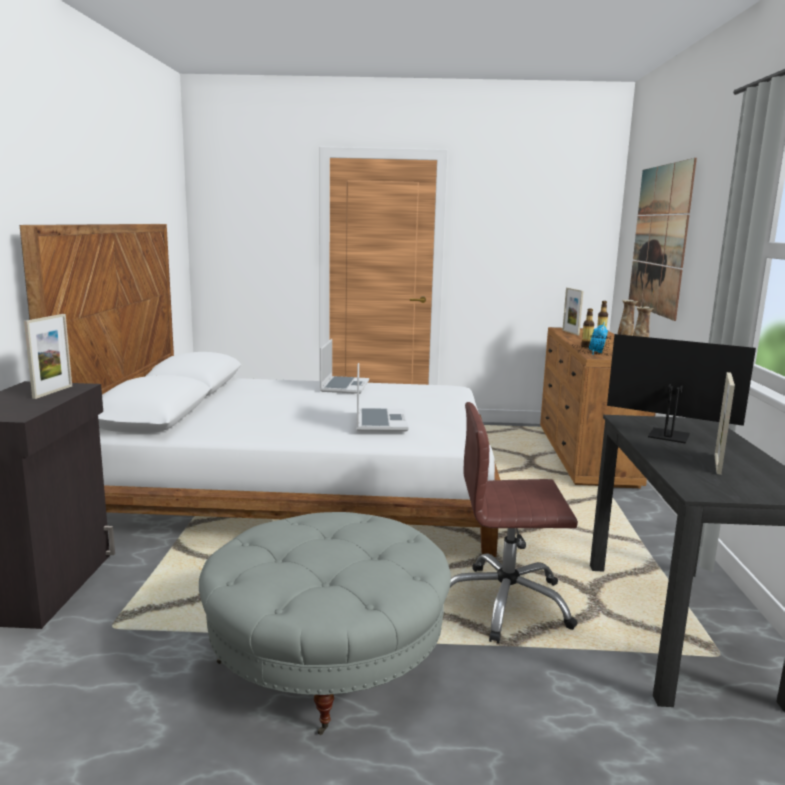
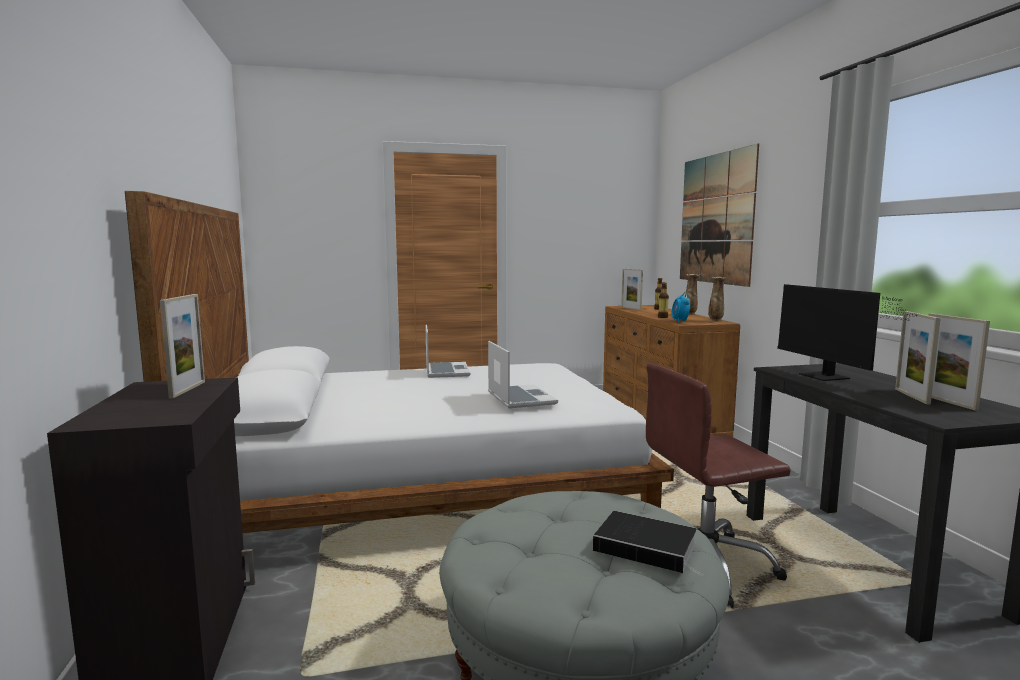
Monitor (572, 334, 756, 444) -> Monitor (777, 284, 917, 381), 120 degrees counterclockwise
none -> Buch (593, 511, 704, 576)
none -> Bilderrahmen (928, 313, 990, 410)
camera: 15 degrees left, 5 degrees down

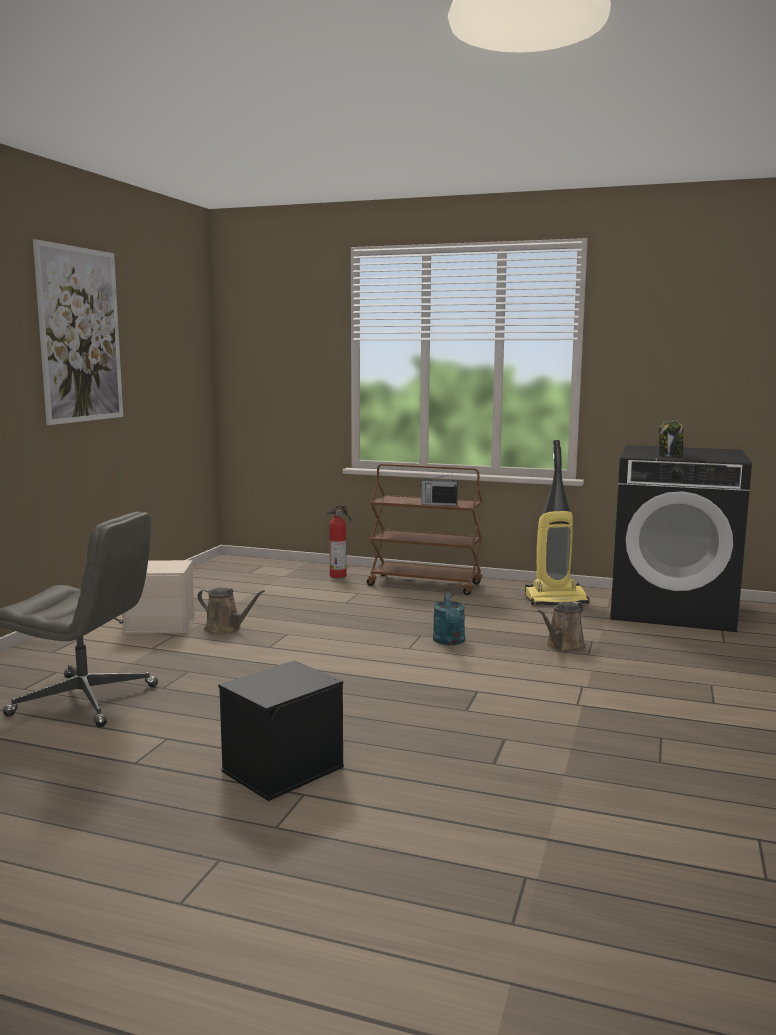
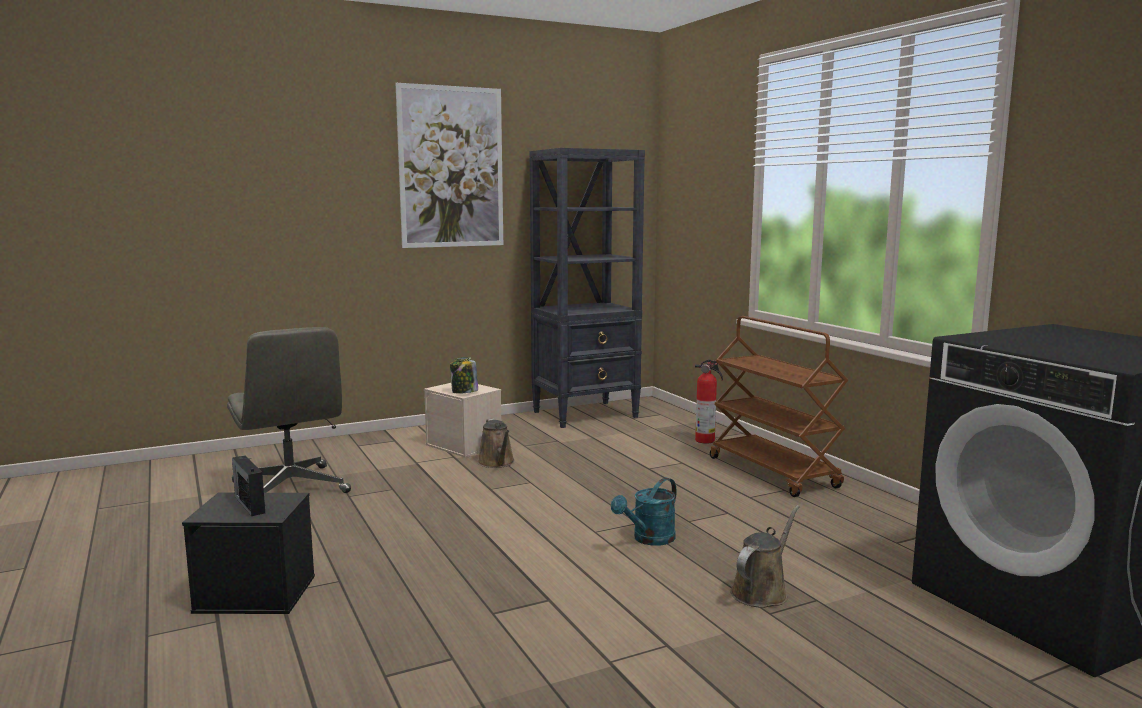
Radio (420, 474, 458, 506) -> Radio (232, 455, 265, 516), move
Staubsauger (525, 440, 590, 605) -> none
Gießkanne (braun) (538, 601, 586, 652) -> Gießkanne (braun) (730, 505, 800, 608), 135 degrees clockwise
Vorratsglas (658, 420, 684, 457) -> Vorratsglas (450, 357, 478, 393), move
none -> Bücherregal (schwarz) (529, 148, 645, 428)
camera: 45 degrees right, 0 degrees up

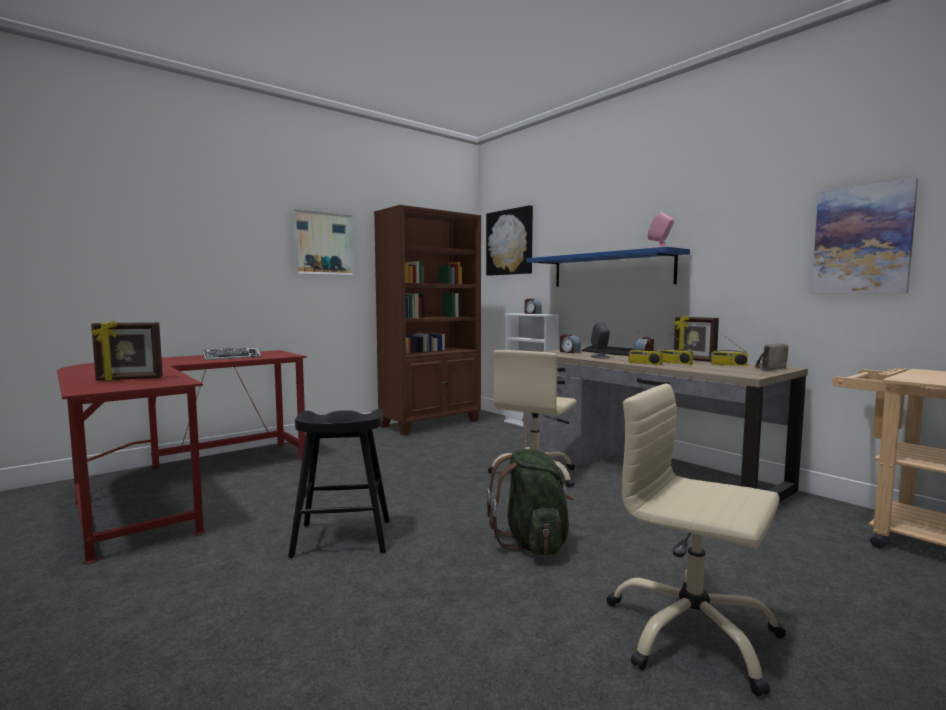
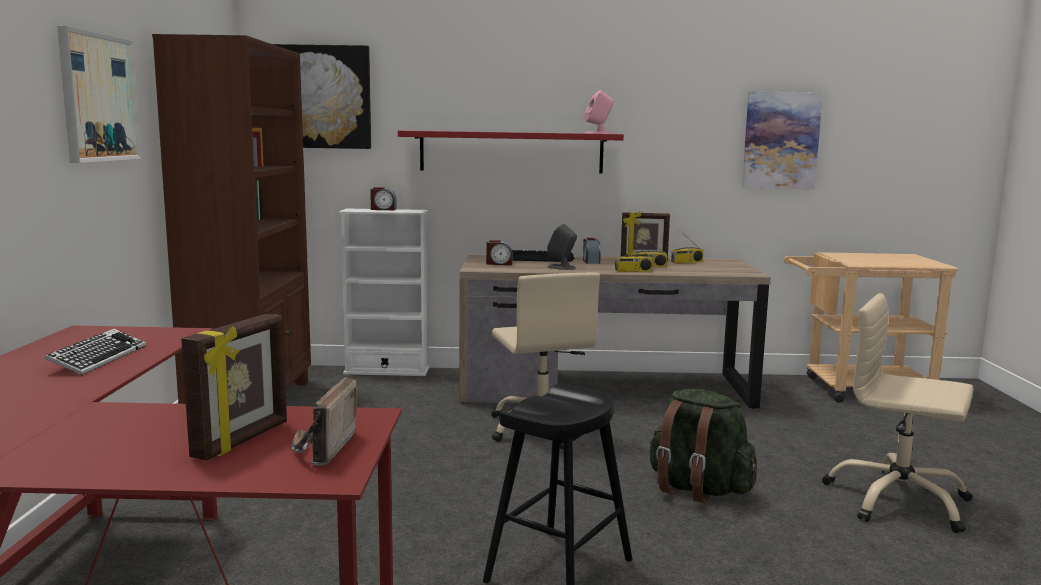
Wandregal (blau) (526, 247, 690, 287) -> Wandregal (rot) (398, 131, 624, 173)
Bürostuhl (beige) (607, 384, 786, 696) -> Bürostuhl (beige) (822, 293, 974, 533), 45 degrees clockwise
Radio (755, 343, 789, 371) -> Radio (292, 377, 357, 466), move
camera: 50 degrees left, 5 degrees up

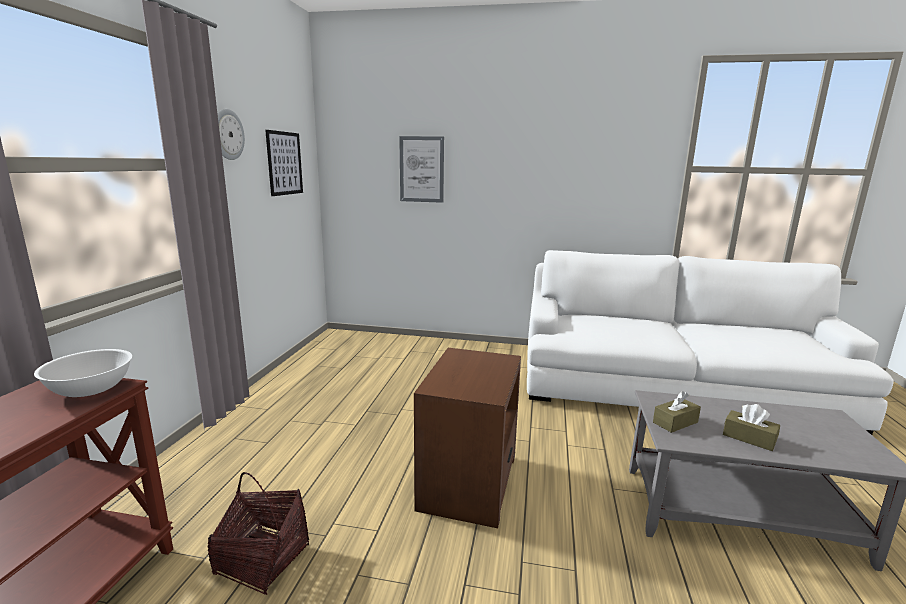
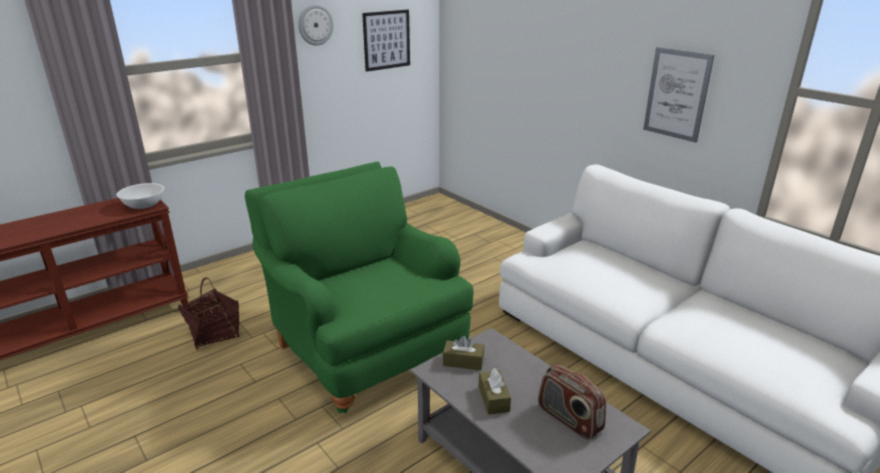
Bild (399, 136, 444, 203) -> Bild (643, 47, 714, 143), move
Beistelltisch (braun) (414, 348, 521, 528) -> Sessel (grün) (245, 161, 473, 413)
none -> Radio (538, 365, 606, 440)
camera: 40 degrees right, 10 degrees up

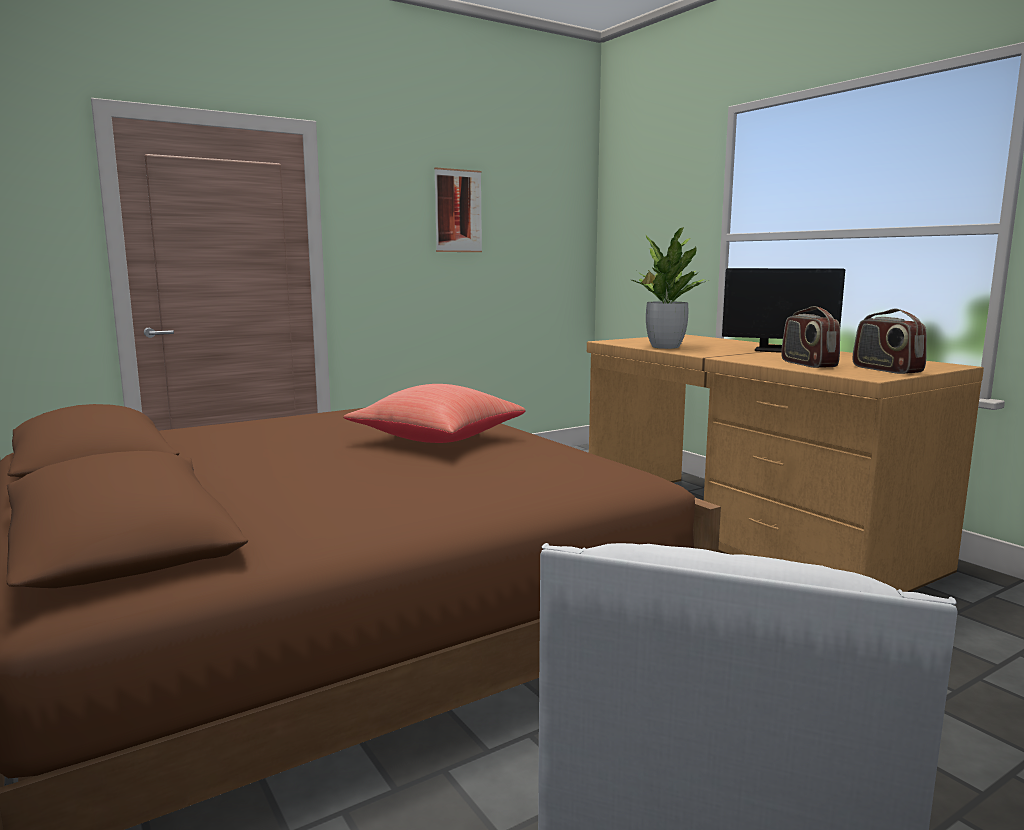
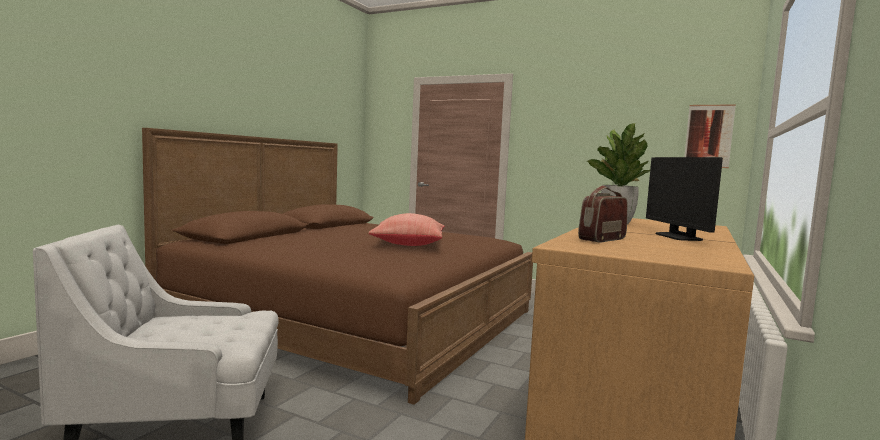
Bild (434, 167, 482, 252) -> Bild (684, 104, 736, 168), move
Radio (853, 308, 927, 374) -> none
camera: 60 degrees right, 5 degrees down

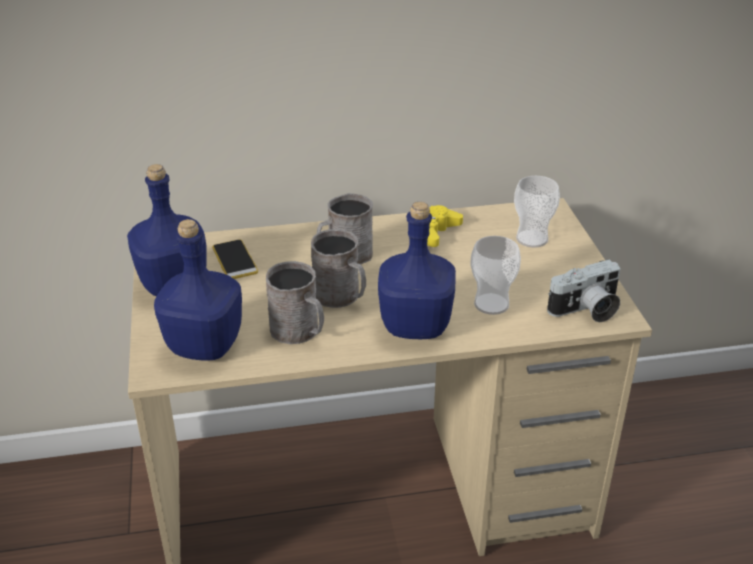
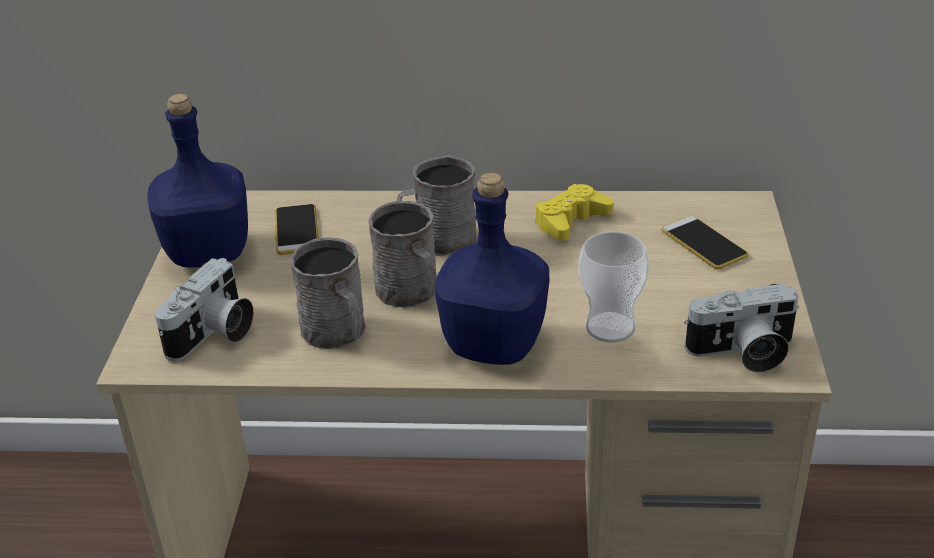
Flasche (blau) (154, 219, 242, 361) -> Kamera (155, 258, 254, 361)
Tasse (514, 176, 560, 248) -> Handy (661, 216, 748, 269)
camera: 15 degrees right, 0 degrees up

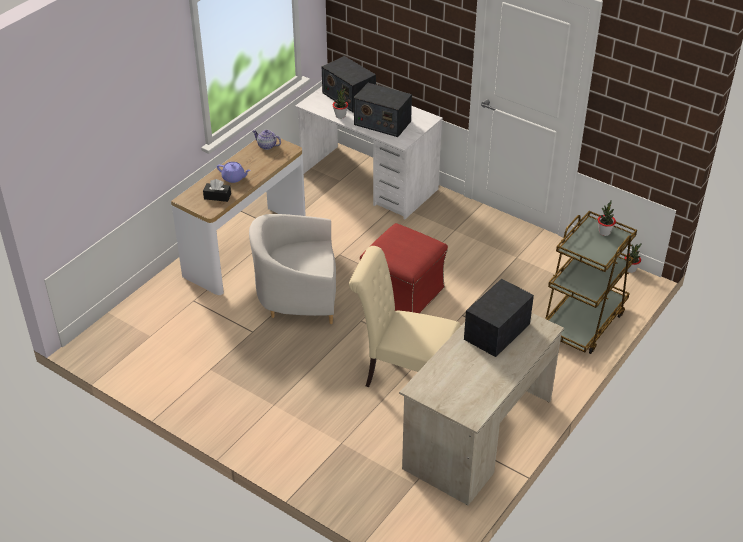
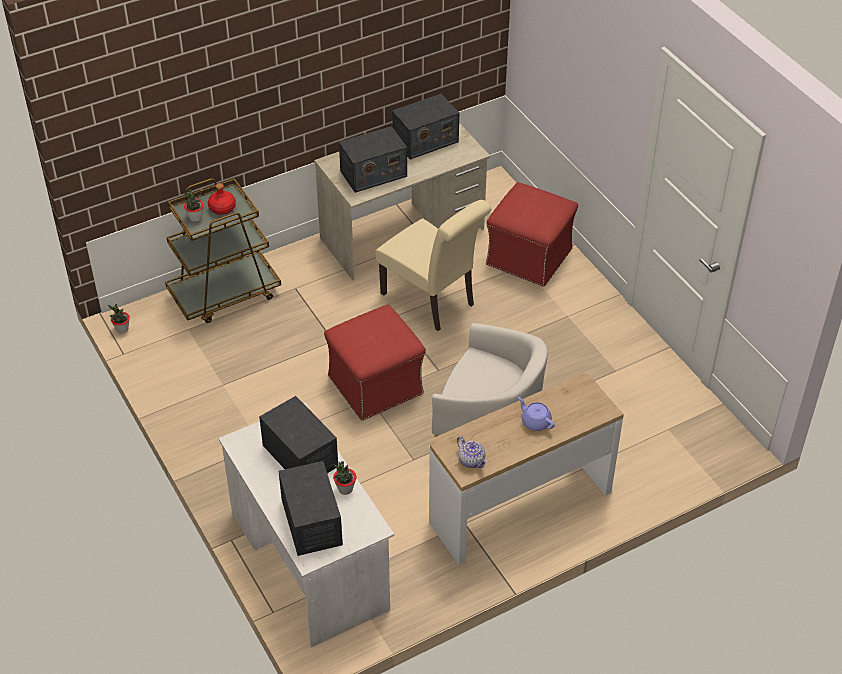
Taschentuchbox (schwarz) (203, 179, 231, 202) -> none
none -> Flasche (rot) (208, 183, 236, 215)
none -> Radio (392, 94, 459, 160)
none -> Polsterhocker (rot) (486, 182, 578, 287)
camera: 155 degrees left, 5 degrees up

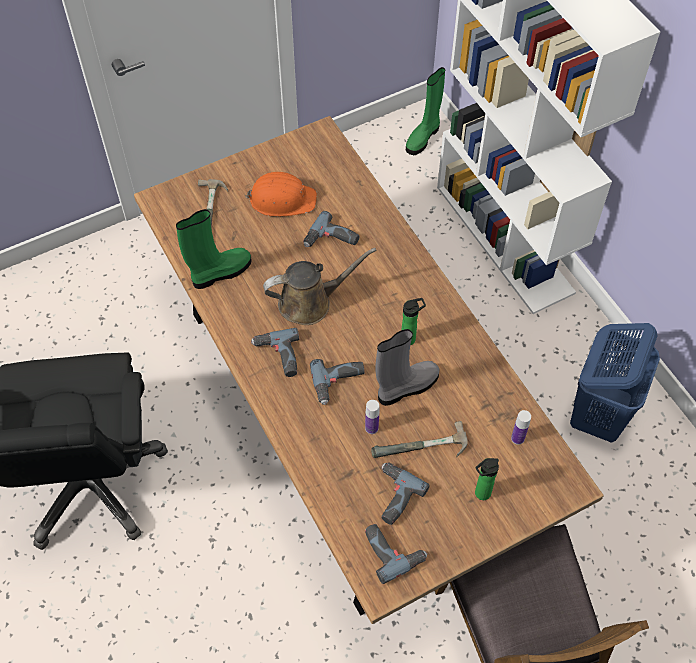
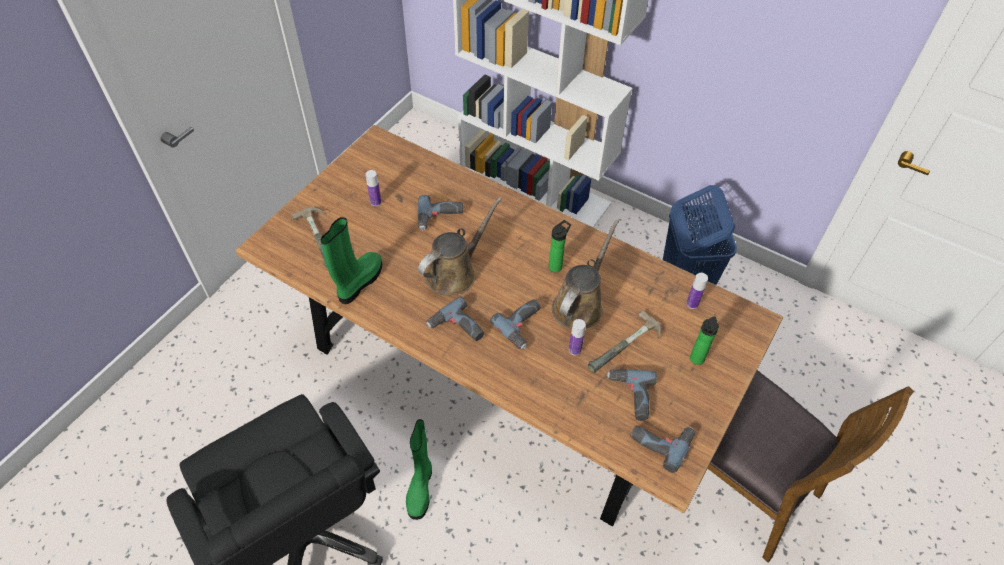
Schutzhelm (orange) (245, 172, 317, 217) -> Flasche (366, 170, 382, 206)
Stiefel (grau) (376, 329, 439, 406) -> Gießkanne (braun) (552, 220, 619, 330)
Stiefel (grün) (406, 67, 445, 155) -> Stiefel (grün) (406, 419, 432, 520), move
camera: 30 degrees left, 5 degrees down

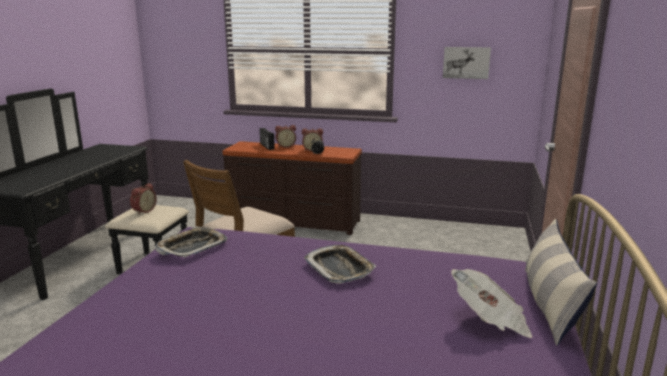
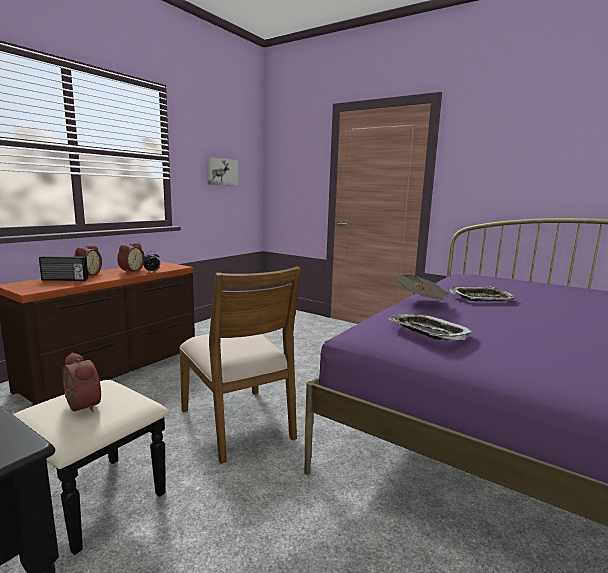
Zeitung (451, 269, 533, 338) -> Zeitung (393, 275, 449, 300), move
Kissen (525, 219, 597, 346) -> none
camera: 70 degrees left, 5 degrees down

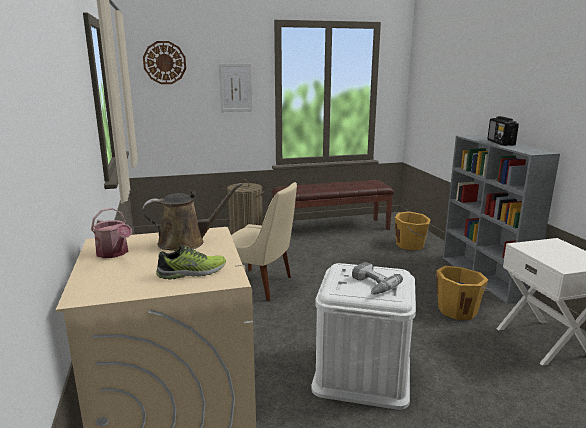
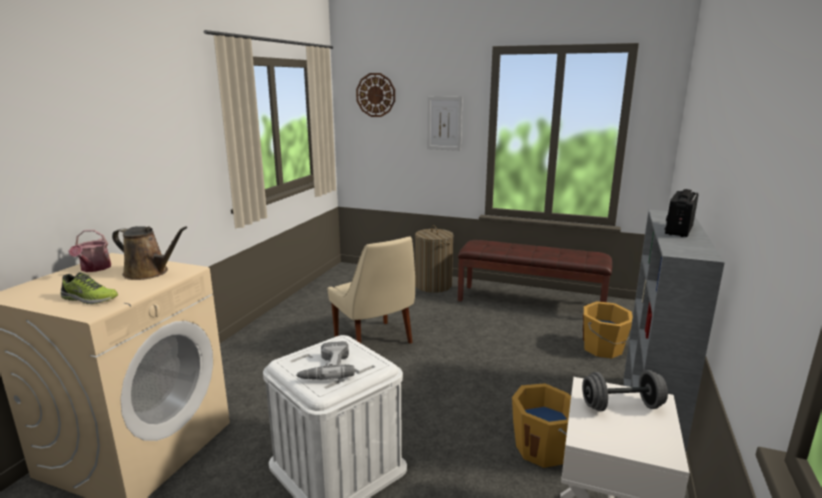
none -> Hantel (grau) (582, 370, 668, 411)
camera: 35 degrees right, 0 degrees up

